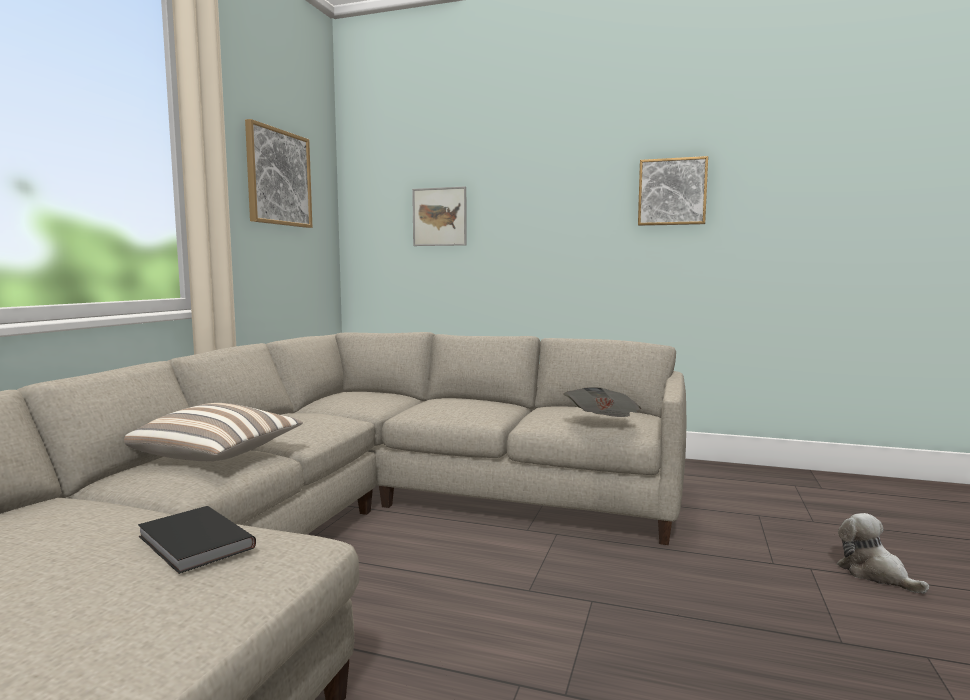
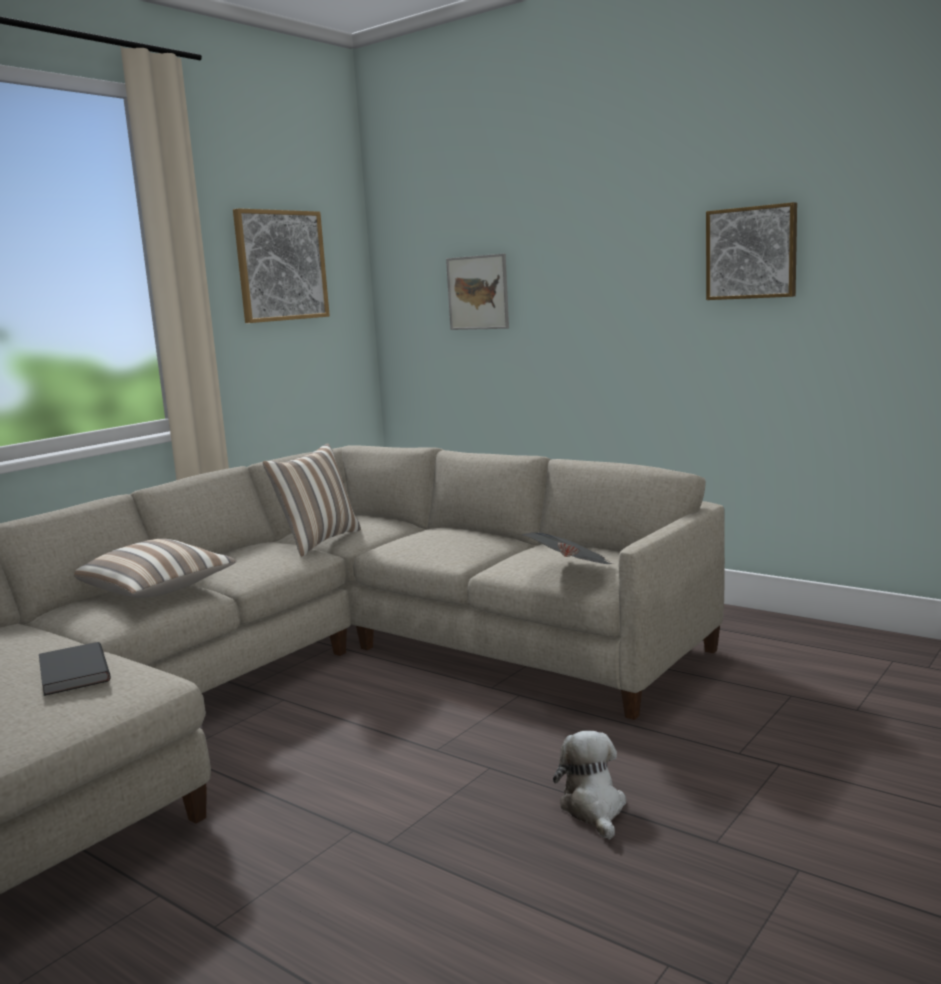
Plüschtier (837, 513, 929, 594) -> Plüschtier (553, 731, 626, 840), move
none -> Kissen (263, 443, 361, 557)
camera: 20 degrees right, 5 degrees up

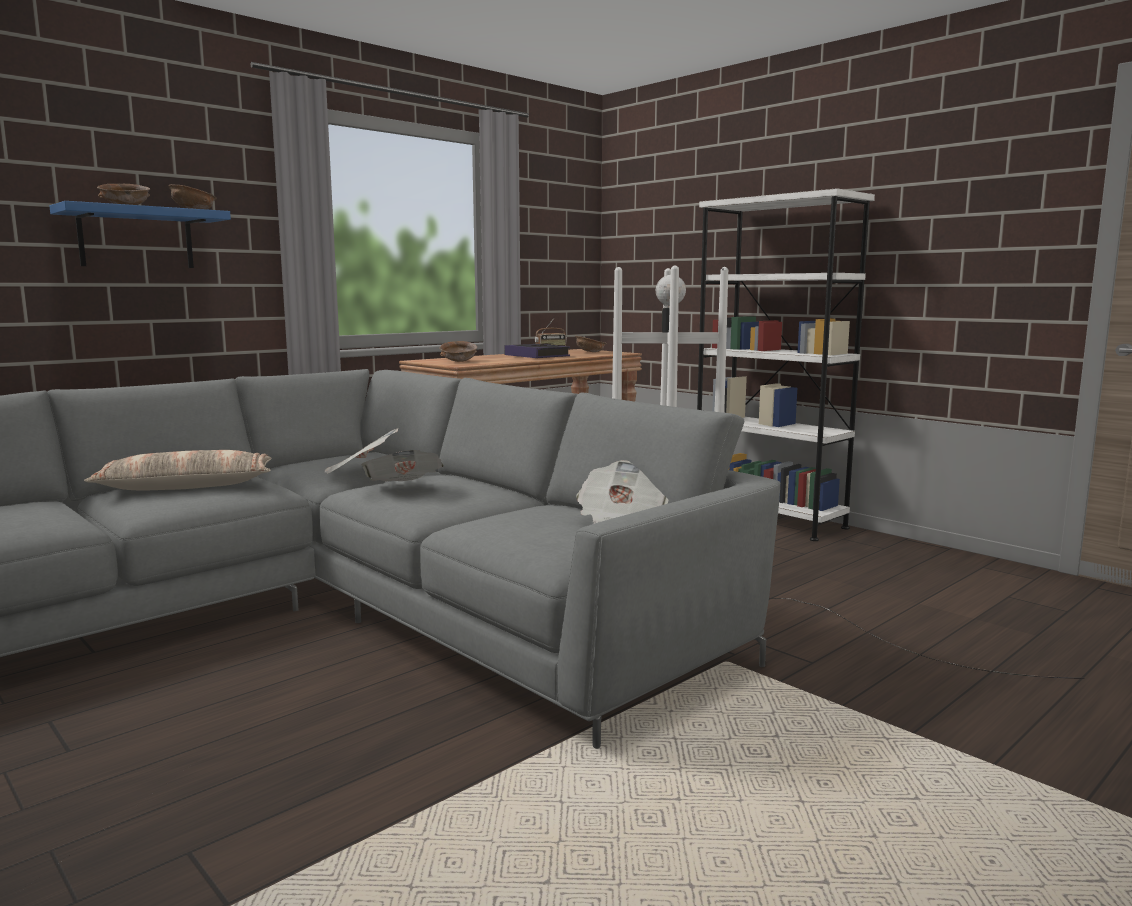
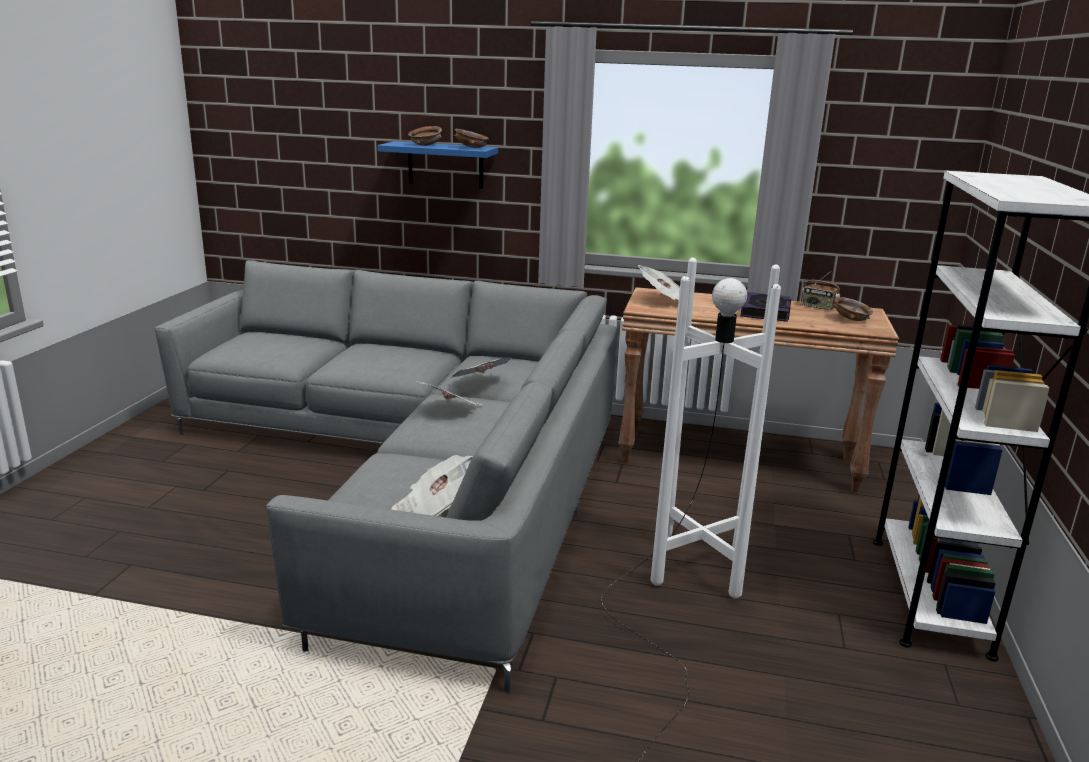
Kissen (84, 450, 271, 491) -> none
Schüssel (braun) (440, 341, 477, 362) -> Zeitung (638, 265, 694, 307)
camera: 55 degrees right, 10 degrees up

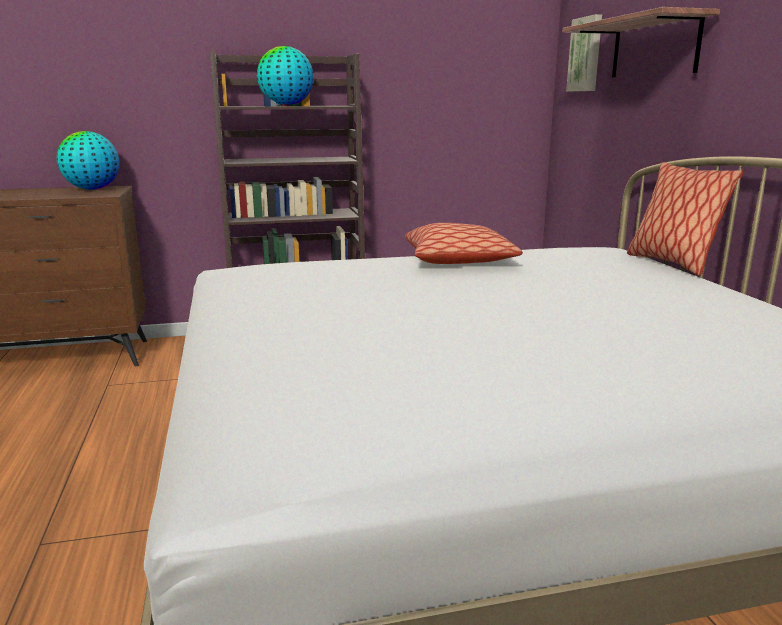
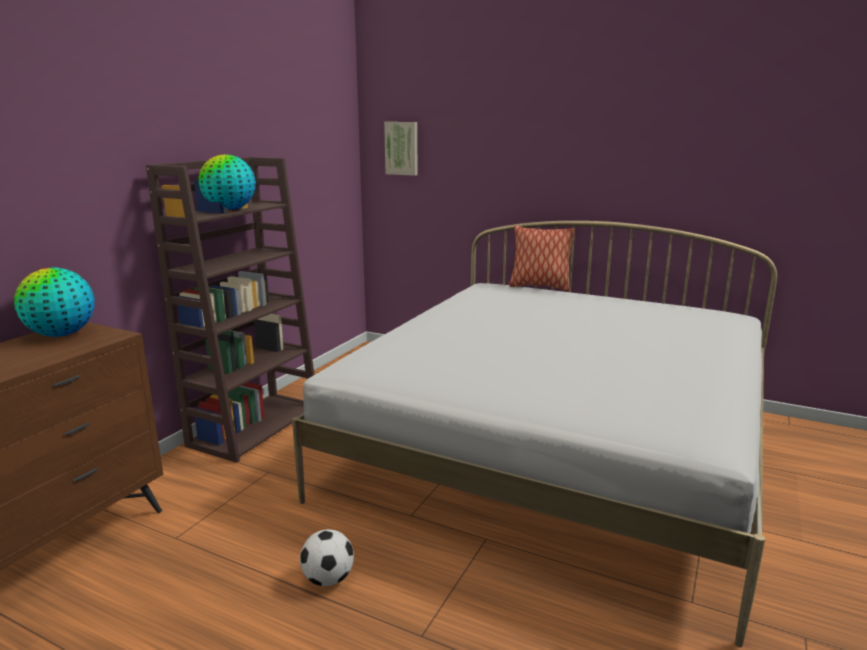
Kissen (405, 223, 523, 264) -> none
Wandregal (562, 7, 720, 77) -> none
none -> Fußball (300, 529, 354, 586)
camera: 50 degrees left, 0 degrees up

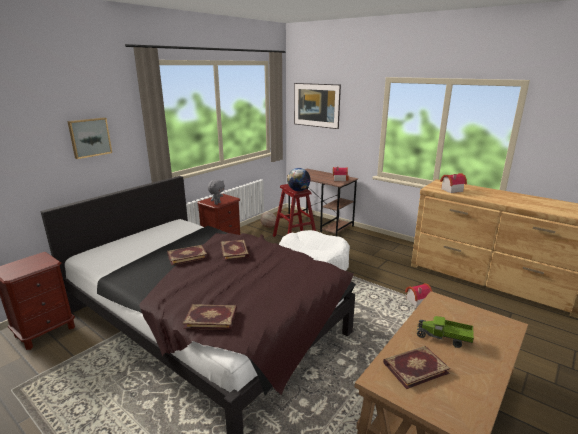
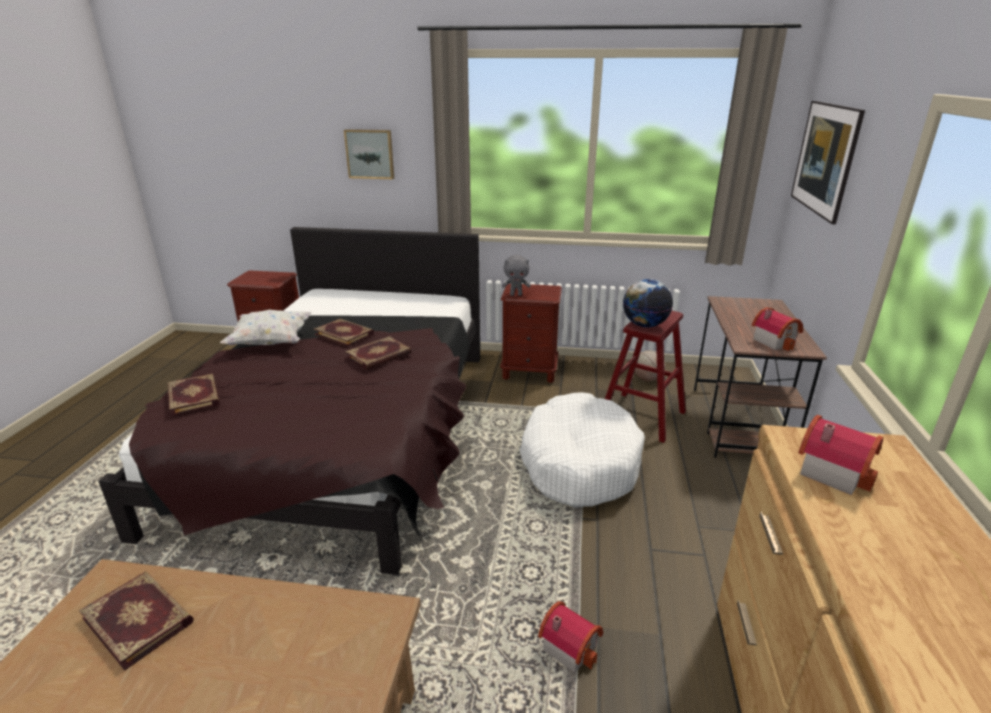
Spielzeuglaster (416, 316, 474, 348) -> none
none -> Kissen (weiß) (220, 310, 312, 345)
camera: 60 degrees right, 5 degrees up

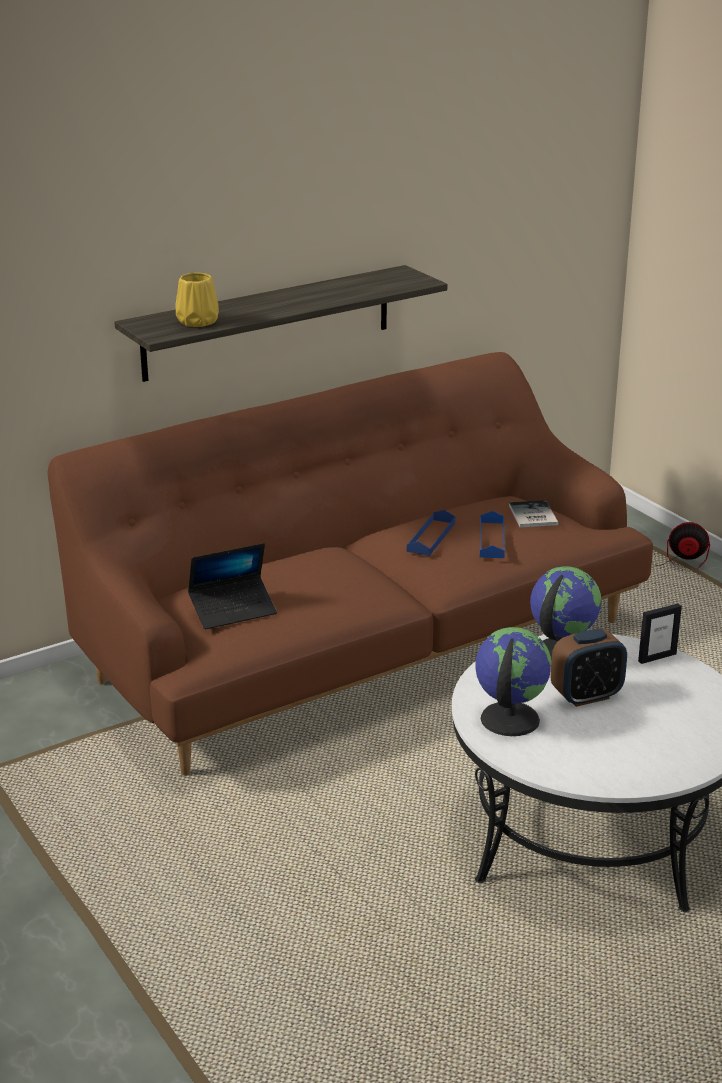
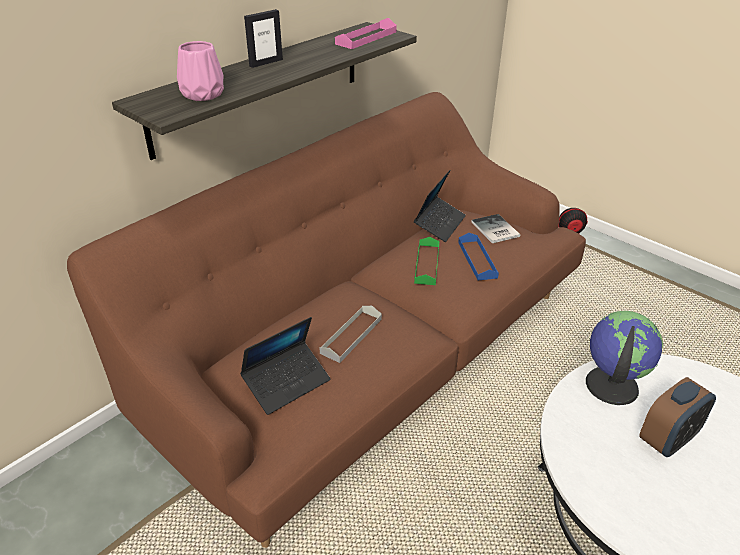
Vase (gelb) (175, 273, 219, 327) -> Vase (rosa) (177, 41, 224, 101)
Tablett (blau) (407, 510, 455, 556) -> Tablett (grün) (414, 237, 440, 285)
Globus (475, 627, 552, 736) -> none
Bilderrahmen (638, 604, 682, 664) -> Bilderrahmen (244, 9, 283, 68), move
none -> Tablett (grau) (319, 306, 382, 363)
none -> Tablett (rosa) (335, 18, 397, 49)
none -> Laptop (414, 170, 466, 242)
camera: 15 degrees left, 10 degrees up

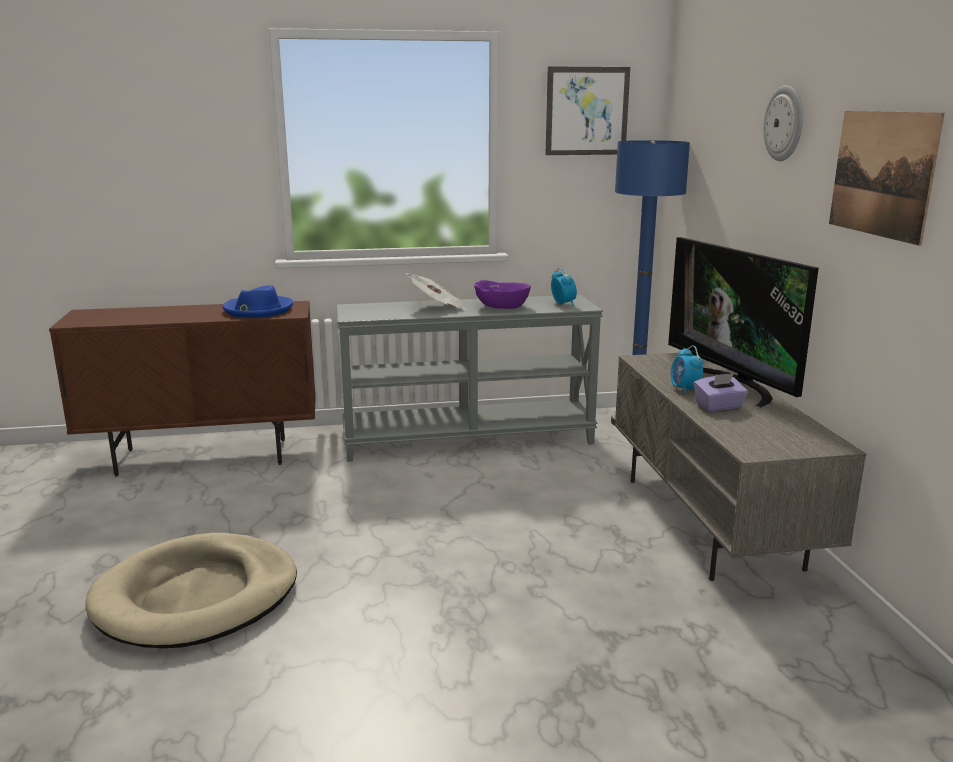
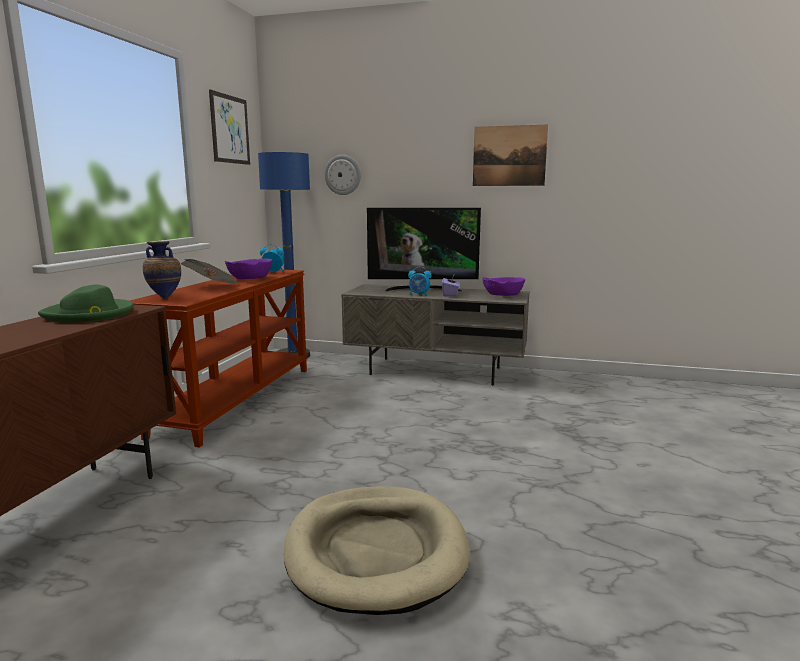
Hut (blau) (223, 285, 293, 318) -> Hut (grün) (38, 284, 134, 322)
Konsolentisch (grau) (336, 295, 603, 462) -> Konsolentisch (braun) (130, 269, 308, 448)
Wanduhr (763, 85, 803, 161) -> Wanduhr (324, 155, 361, 195), move
none -> Vase (143, 241, 181, 299)
none -> Schüssel (lila) (482, 277, 525, 296)
camera: 65 degrees left, 5 degrees down

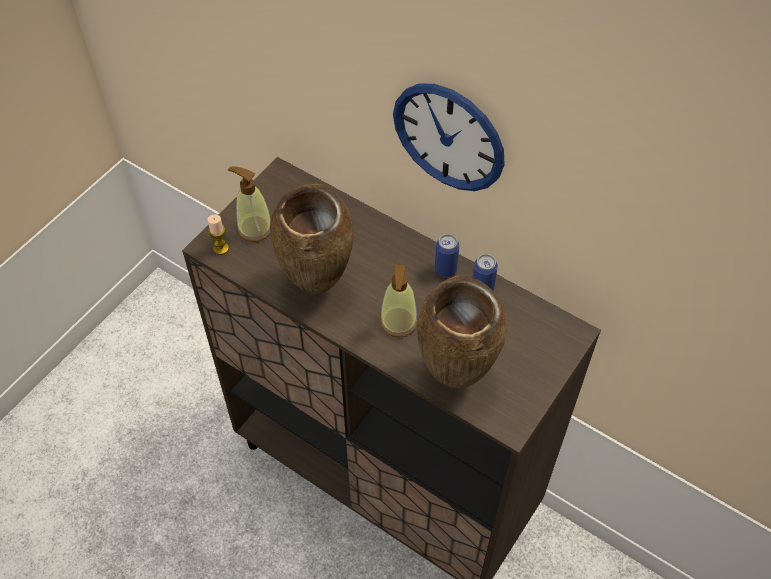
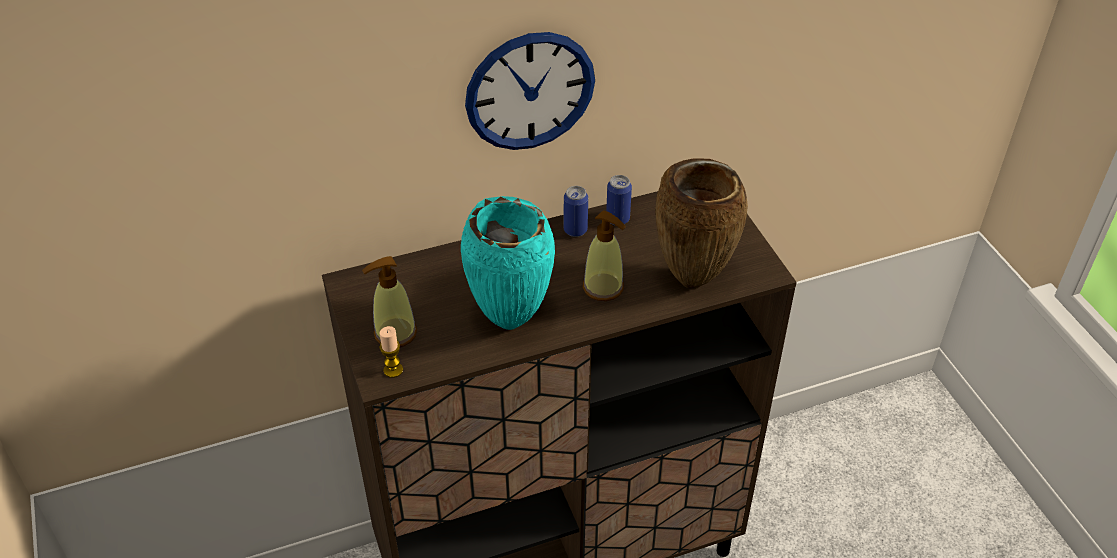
Vase (braun) (270, 184, 354, 294) -> Vase (türkis) (461, 196, 555, 330)
camera: 55 degrees left, 10 degrees down

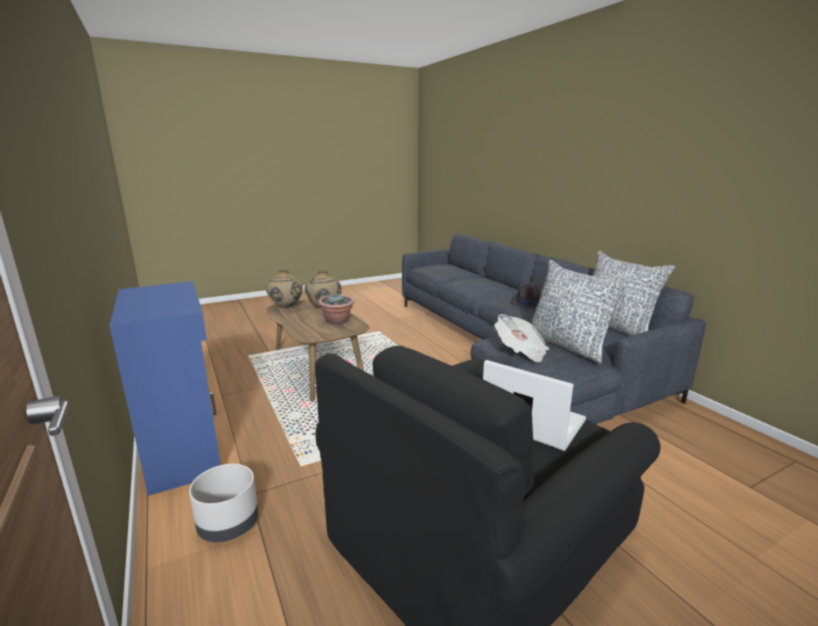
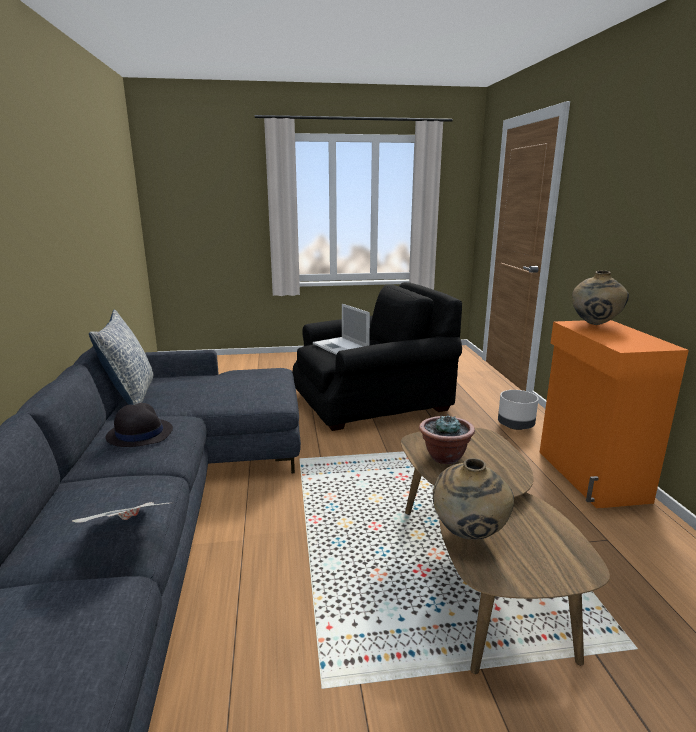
Schrank (blau) (109, 281, 221, 496) -> Schrank (orange) (540, 320, 689, 508)
Vase (beige) (266, 270, 303, 308) -> Vase (beige) (572, 271, 629, 325), move
Zeitung (494, 314, 549, 363) -> Zeitung (72, 502, 169, 523), move
Kissen (532, 260, 630, 363) -> none
camera: 160 degrees left, 0 degrees up

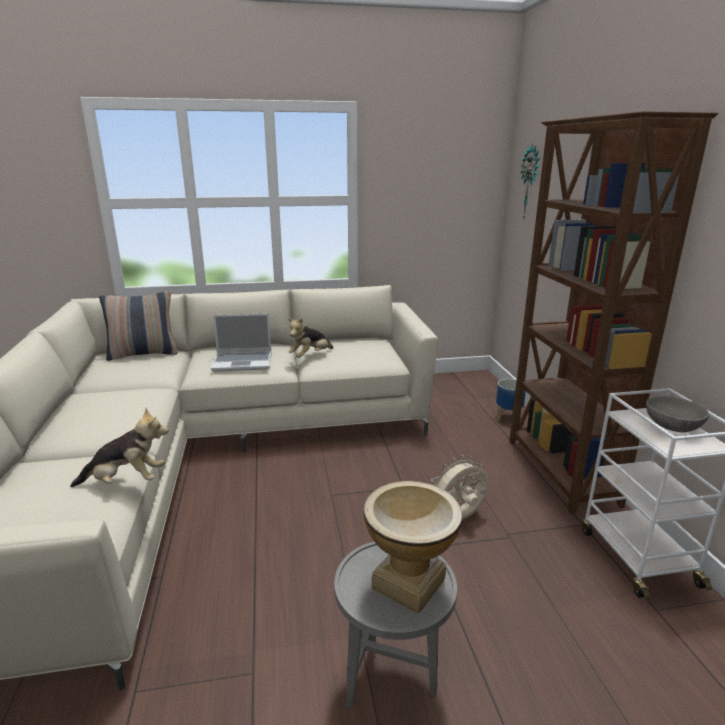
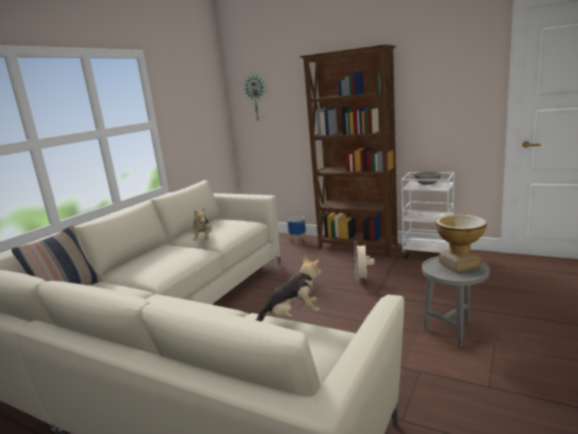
Plüschtier (70, 408, 169, 487) -> Plüschtier (256, 255, 322, 322), 45 degrees clockwise
Laptop (211, 313, 272, 372) -> none
camera: 50 degrees left, 5 degrees down

